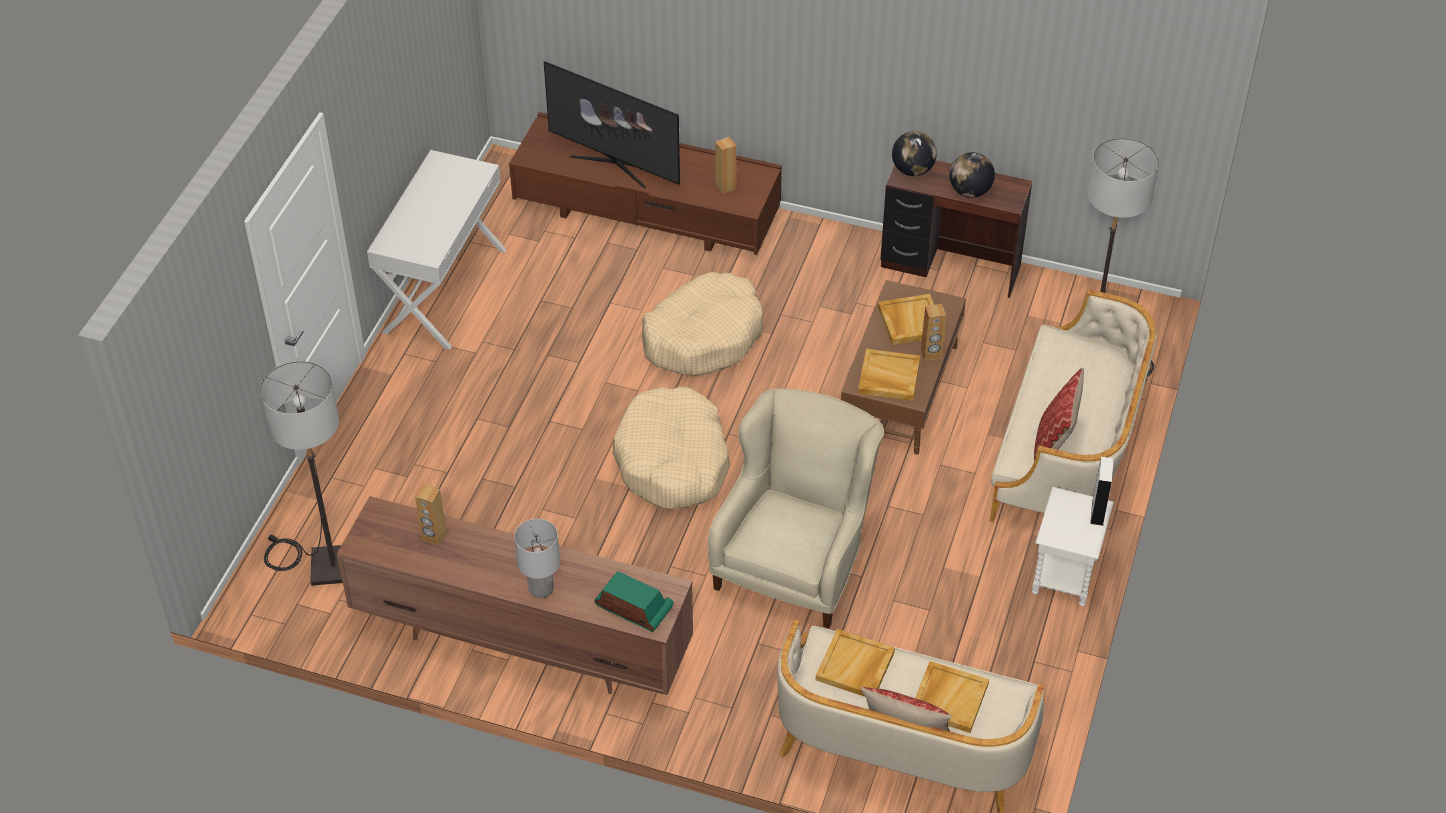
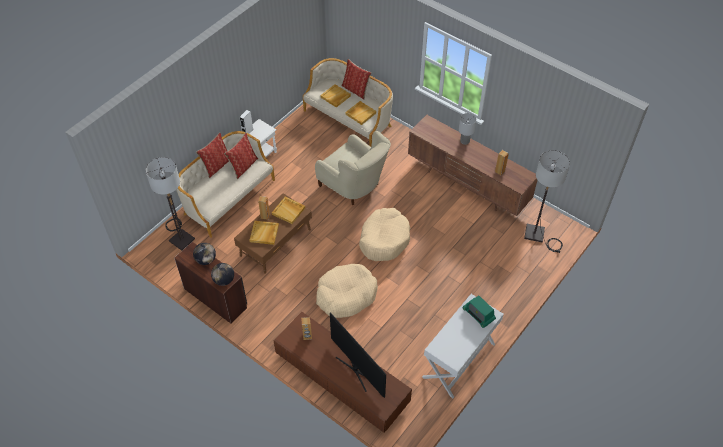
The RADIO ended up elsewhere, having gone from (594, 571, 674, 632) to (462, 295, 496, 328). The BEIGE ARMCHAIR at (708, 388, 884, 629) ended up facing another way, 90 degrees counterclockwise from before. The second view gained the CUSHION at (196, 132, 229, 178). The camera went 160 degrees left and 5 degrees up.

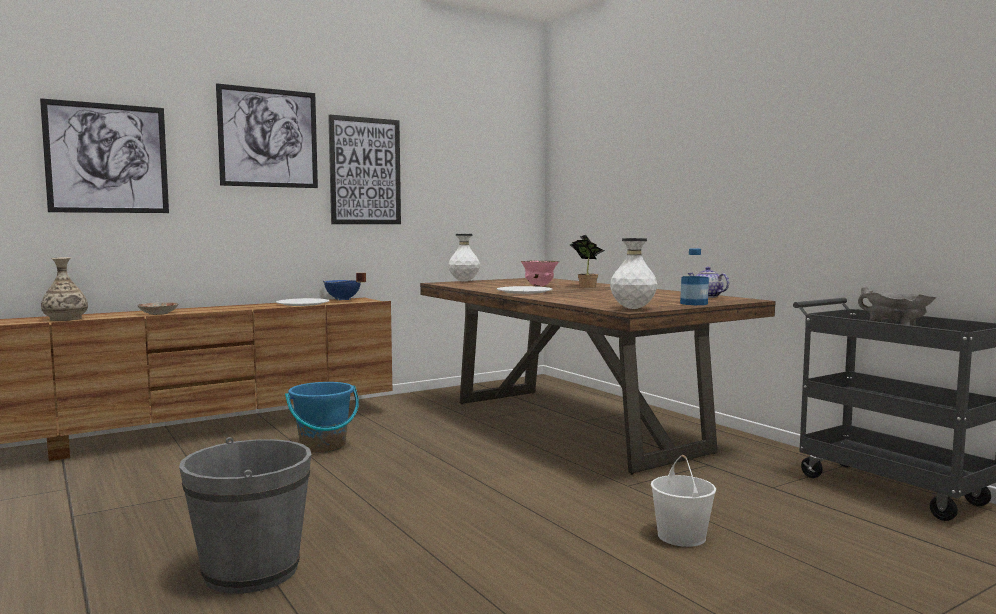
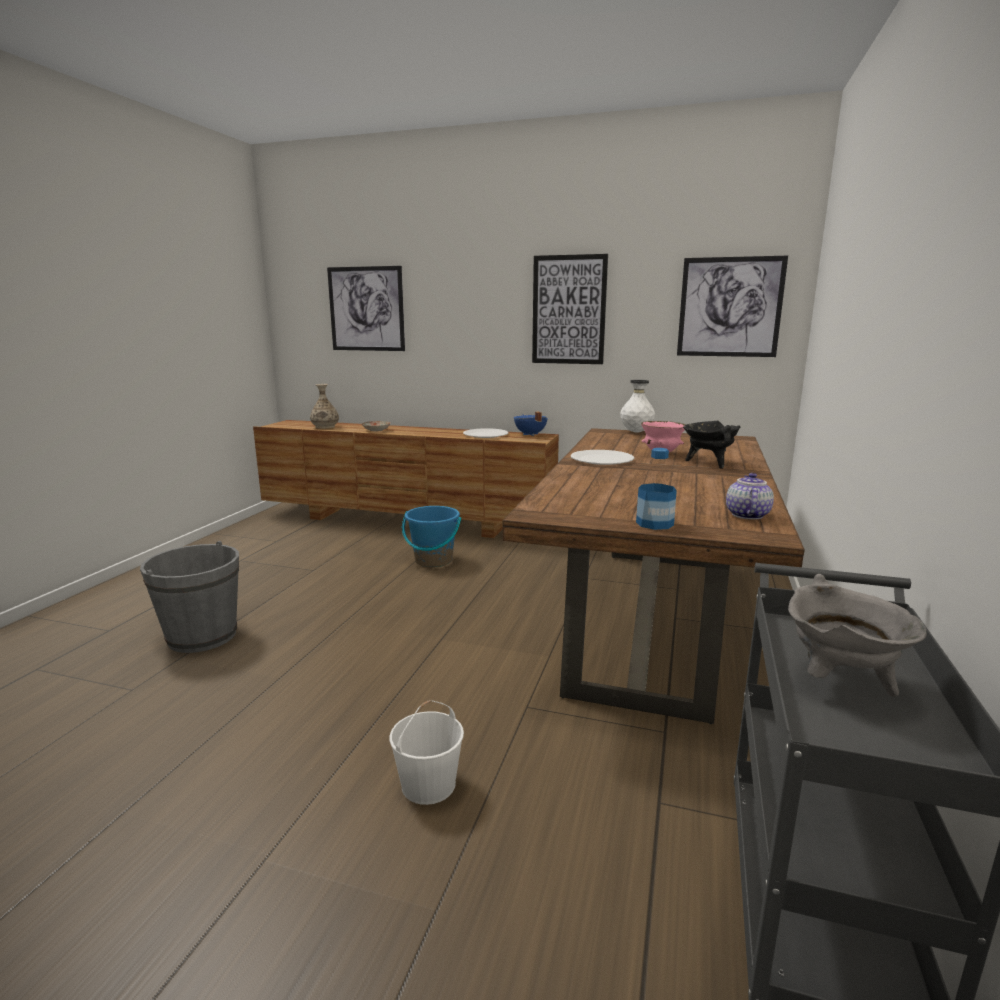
The WALL ART ended up elsewhere, having gone from (216, 83, 318, 188) to (677, 256, 788, 357). Where the PLANT IN A POT stood at (570, 235, 605, 288), the BLACKISH COOKING POT came to stand at (683, 421, 740, 469). The second view lost the WHITISH DECORATIVE VASE at (610, 238, 657, 309). The camera went 50 degrees right and 10 degrees up.

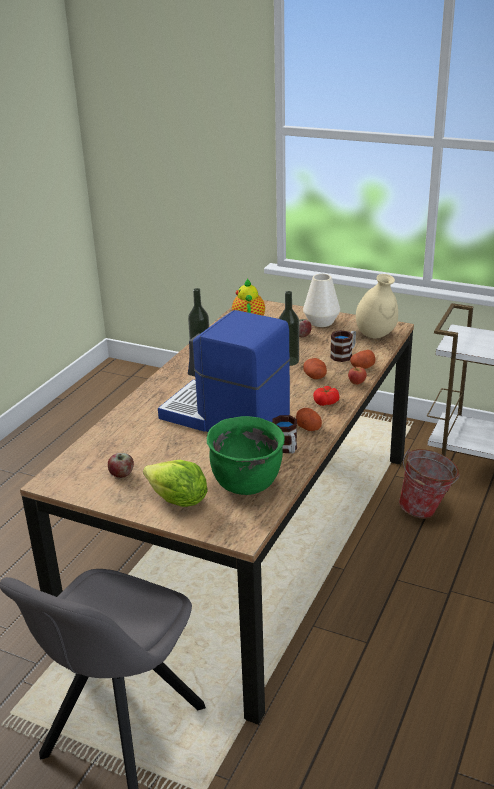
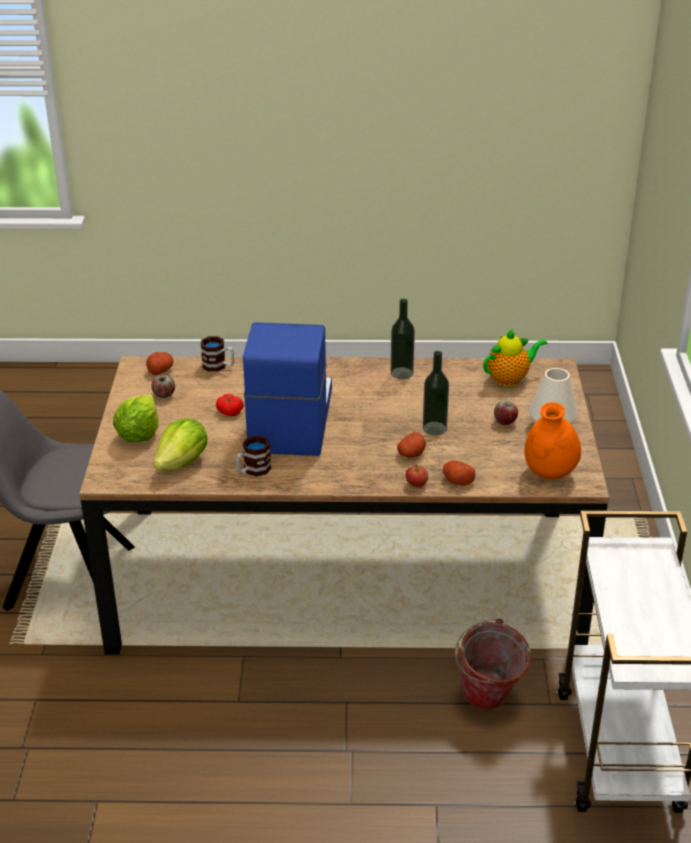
Where the GREENISH COOKING POT stood at (207, 416, 285, 495), the LETTUCE HEAD came to stand at (154, 418, 207, 471). The SPUD ended up elsewhere, having gone from (296, 408, 322, 431) to (146, 352, 174, 375). The WHOLE TOMATO ended up elsewhere, having gone from (313, 386, 339, 406) to (216, 394, 243, 416). The TEA MUG ended up elsewhere, having gone from (330, 330, 356, 362) to (201, 336, 234, 372). What was the BEIGE DECORATIVE VASE at (356, 274, 398, 339) turned into the ORANGEY DECORATIVE VASE at (524, 402, 581, 480). The camera went 65 degrees right and 5 degrees up.

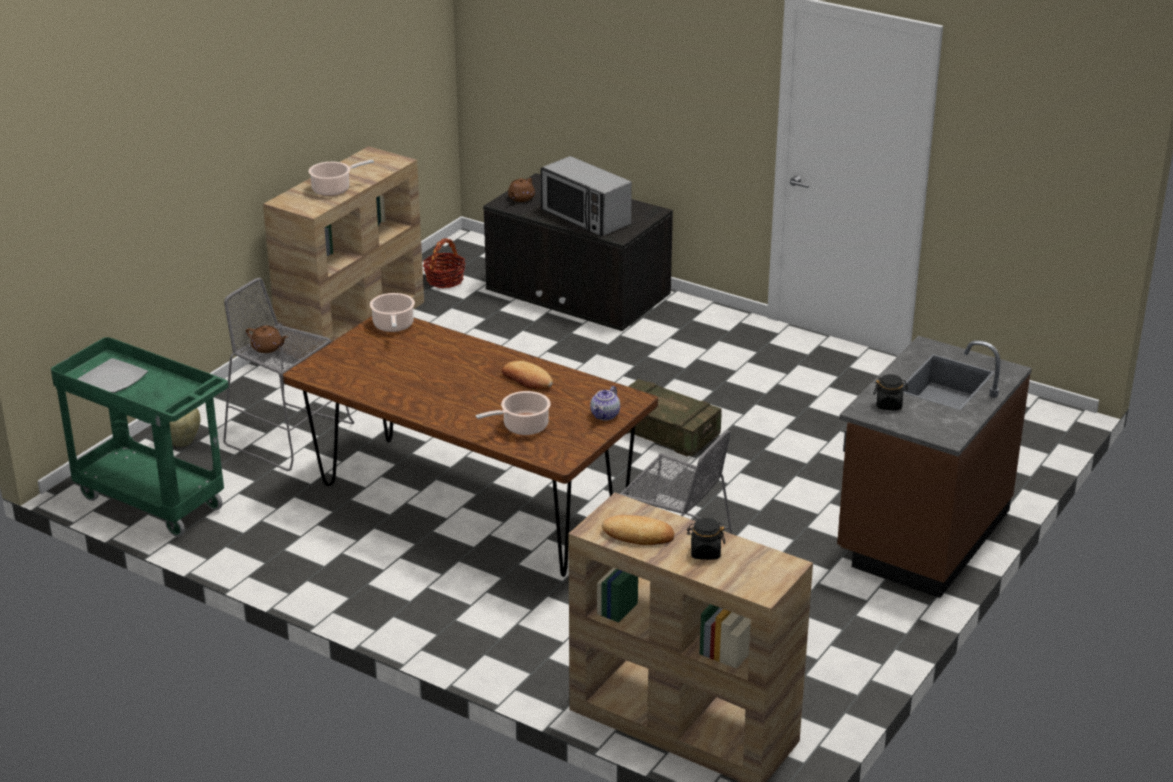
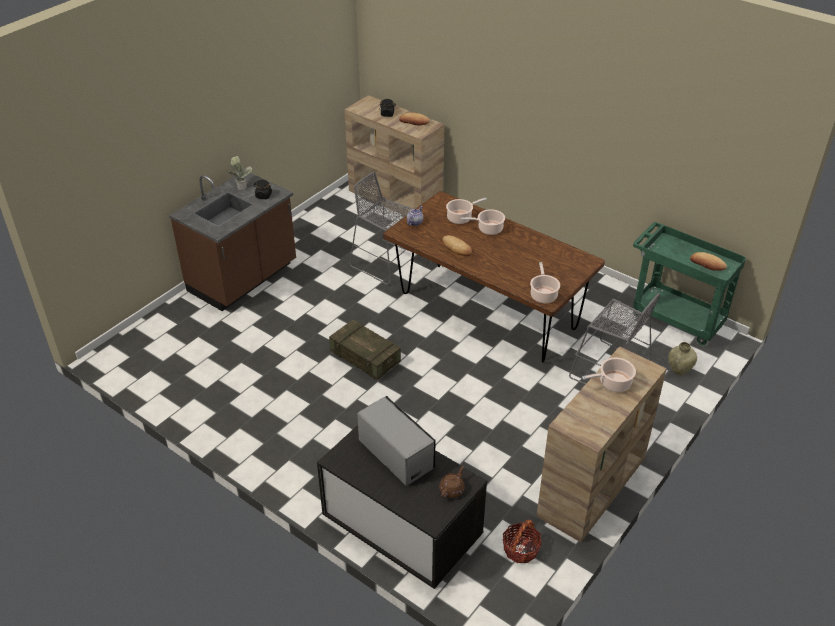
Where the PLATE stood at (77, 358, 148, 393), the BREAD came to stand at (690, 252, 727, 271). The second view lost the BROWN-COLOURED POT FOR TEA at (246, 326, 288, 353). The second view gained the PLANT IN A POT at (226, 156, 252, 190). The second view gained the COOKING POT at (461, 209, 505, 235). The camera went 175 degrees left and 10 degrees up.

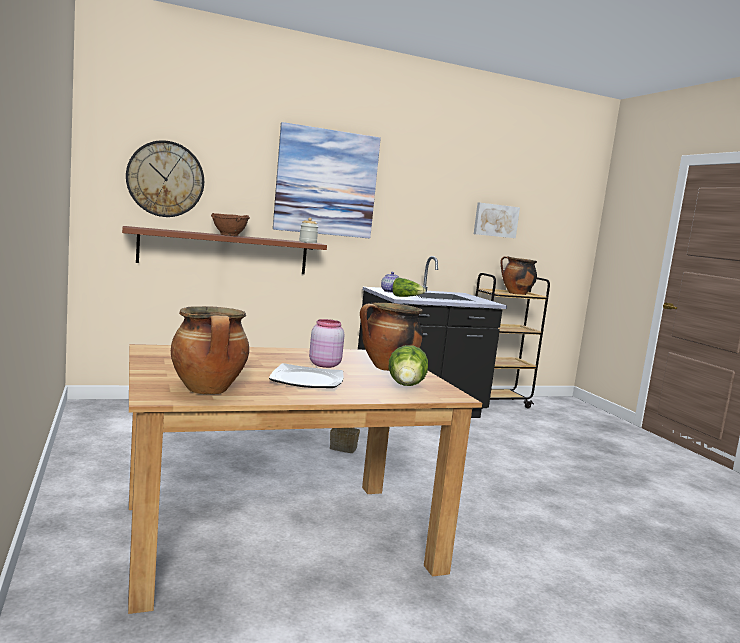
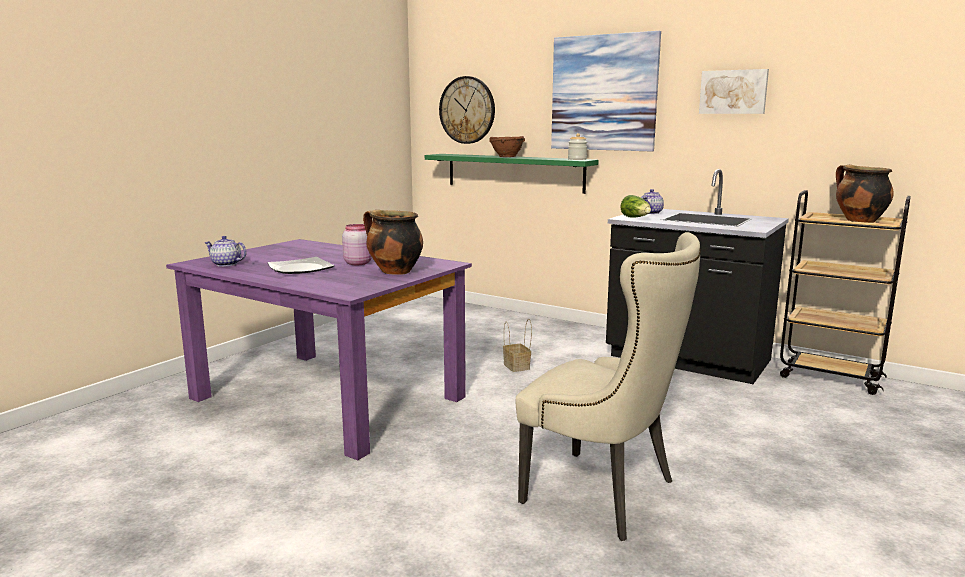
What was the BROWN-COLOURED WALL SHELF at (122, 226, 327, 274) turned into the GREENISH WALL SHELF at (425, 154, 598, 194). What was the BROWN-COLOURED DINING TABLE at (128, 344, 482, 614) turned into the PURPLISH DINING TABLE at (166, 239, 472, 460). Where the COOKING POT stood at (171, 306, 249, 394), the POT FOR TEA came to stand at (204, 236, 247, 267). The second view lost the LETTUCE HEAD at (389, 345, 428, 386). The WALL ART ended up elsewhere, having gone from (474, 203, 520, 238) to (699, 69, 769, 114). The second view gained the BEIGE PLAIN CHAIR at (516, 232, 701, 541). The camera went 55 degrees right and 5 degrees up.

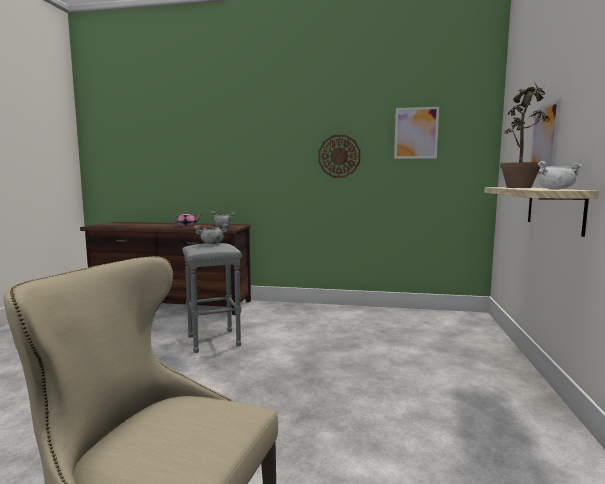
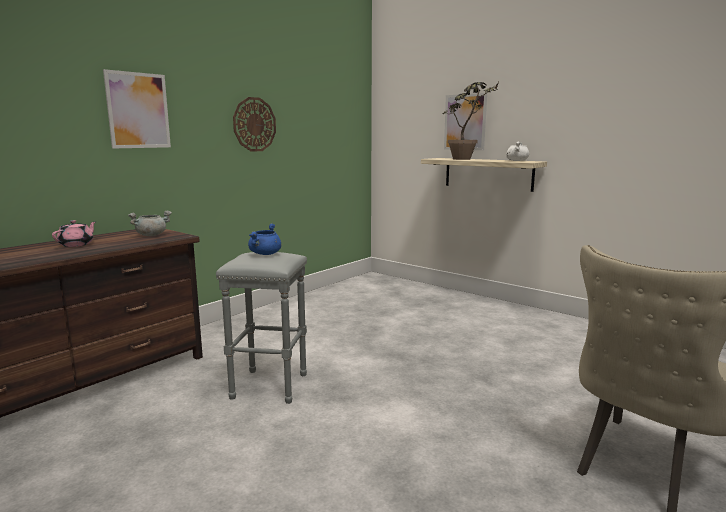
What was the GREYISH COOKING POT at (194, 223, 228, 244) turned into the BLUE COOKING POT at (248, 224, 281, 255). The WALL ART ended up elsewhere, having gone from (394, 107, 439, 159) to (103, 69, 171, 149). The camera went 60 degrees left and 5 degrees up.

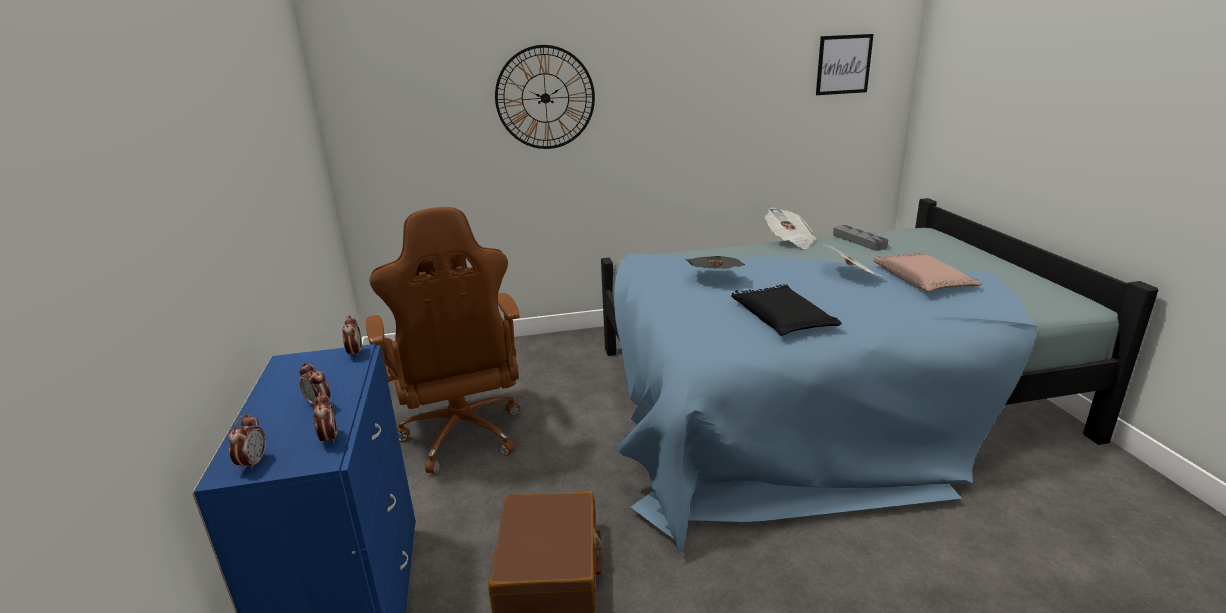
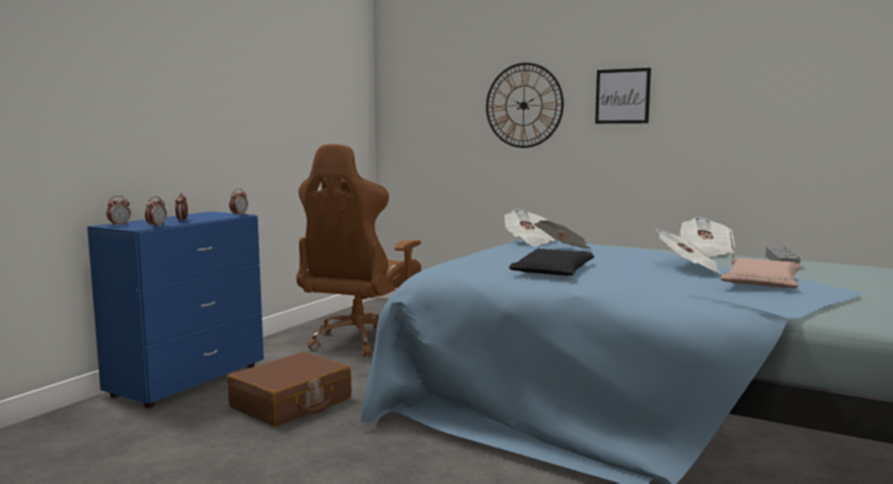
The WALL ART ended up elsewhere, having gone from (816, 34, 874, 95) to (595, 68, 651, 124). The second view gained the PRINTED PAPER at (504, 209, 555, 246). The camera went 40 degrees right and 15 degrees down.

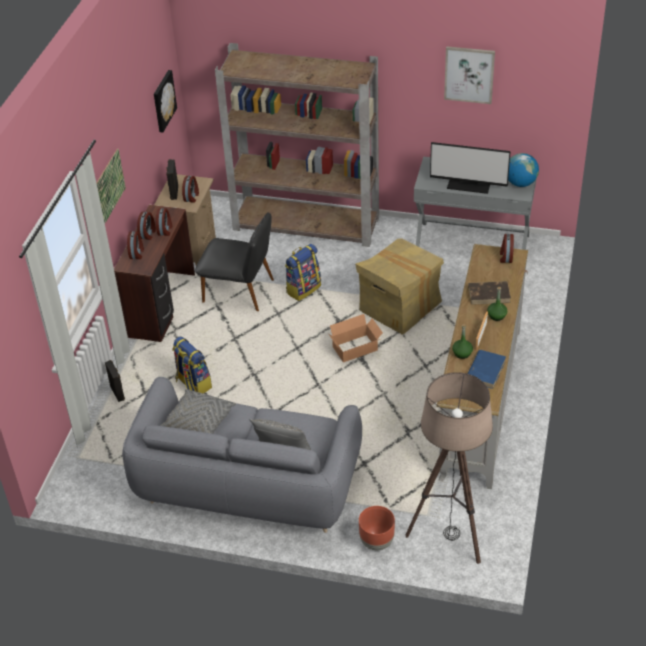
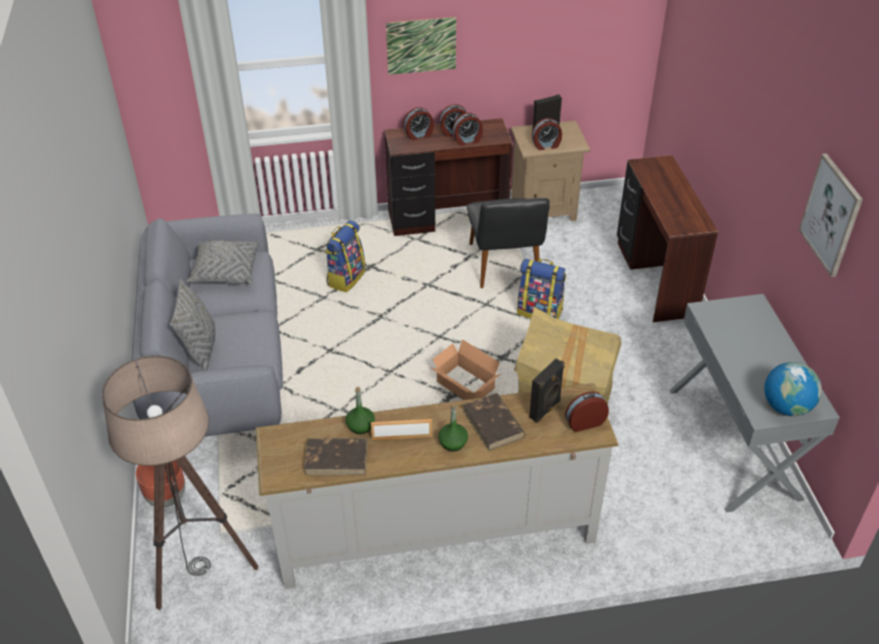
The BLACKISH LOUDSPEAKER ended up elsewhere, having gone from (105, 360, 125, 402) to (529, 359, 564, 423). The second view lost the WALL ART at (154, 70, 177, 133). Where the BROWN-COLOURED BOOKCASE stood at (215, 43, 379, 247), the BROWN-COLOURED DESK UNIT came to stand at (617, 155, 718, 322). The second view lost the COMPUTER SCREEN at (430, 142, 511, 194). What was the BLUE VOLUME at (468, 350, 506, 389) turned into the BROWN-COLOURED VOLUME at (304, 438, 368, 475). The camera went 65 degrees right and 0 degrees up.

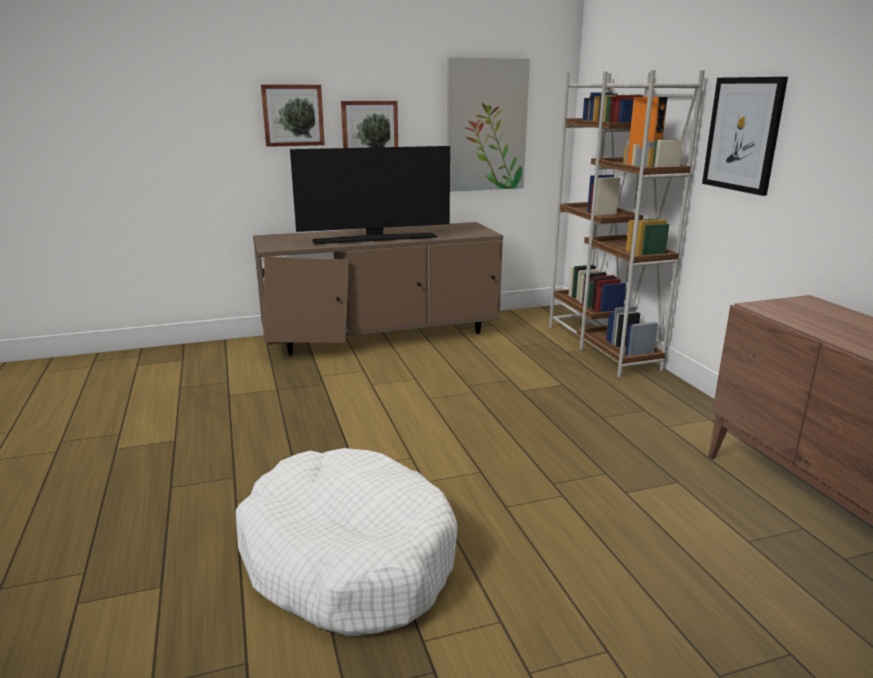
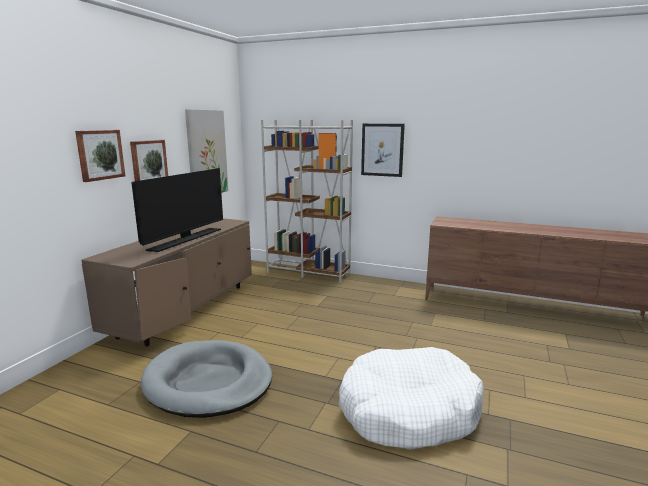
The second view gained the GREYISH PET BED at (141, 340, 272, 418). The camera went 50 degrees left and 5 degrees down.

